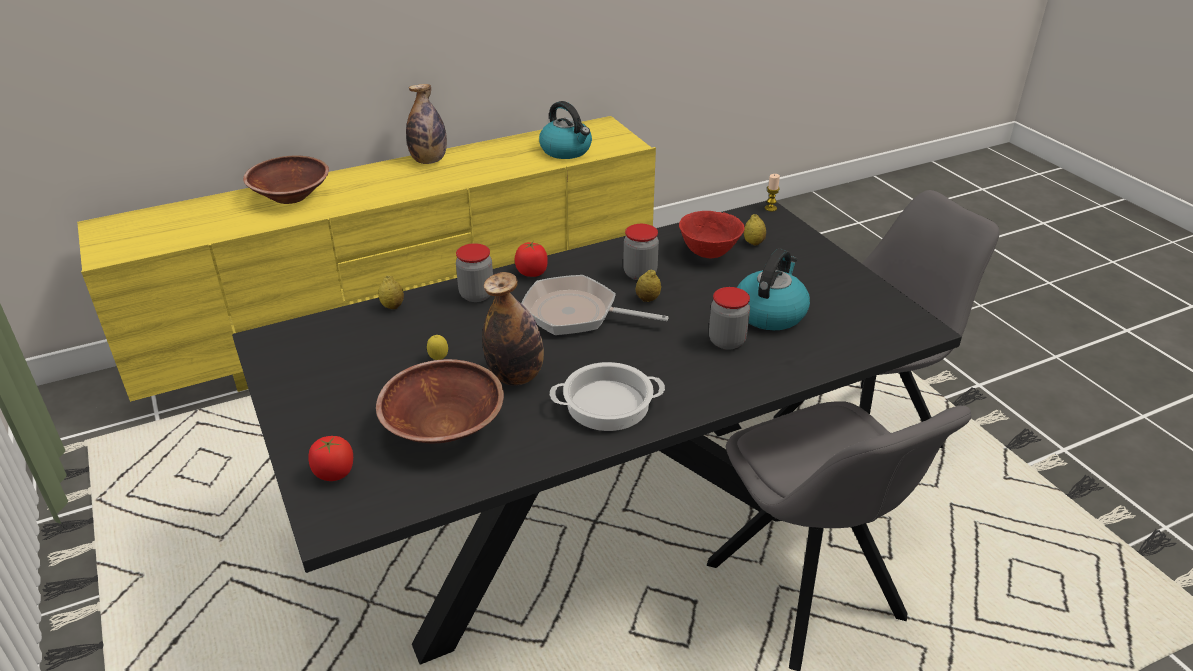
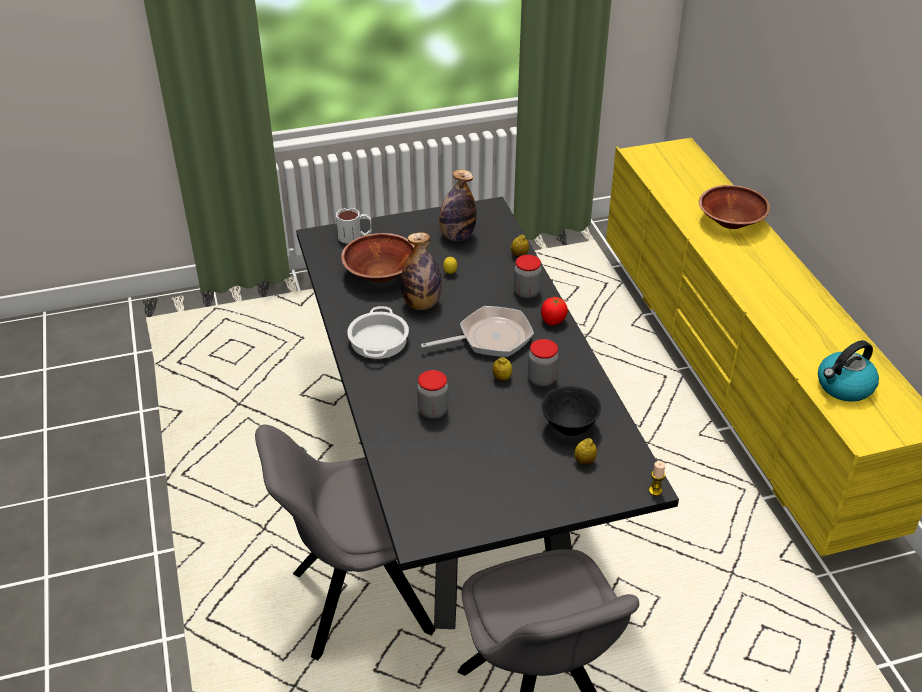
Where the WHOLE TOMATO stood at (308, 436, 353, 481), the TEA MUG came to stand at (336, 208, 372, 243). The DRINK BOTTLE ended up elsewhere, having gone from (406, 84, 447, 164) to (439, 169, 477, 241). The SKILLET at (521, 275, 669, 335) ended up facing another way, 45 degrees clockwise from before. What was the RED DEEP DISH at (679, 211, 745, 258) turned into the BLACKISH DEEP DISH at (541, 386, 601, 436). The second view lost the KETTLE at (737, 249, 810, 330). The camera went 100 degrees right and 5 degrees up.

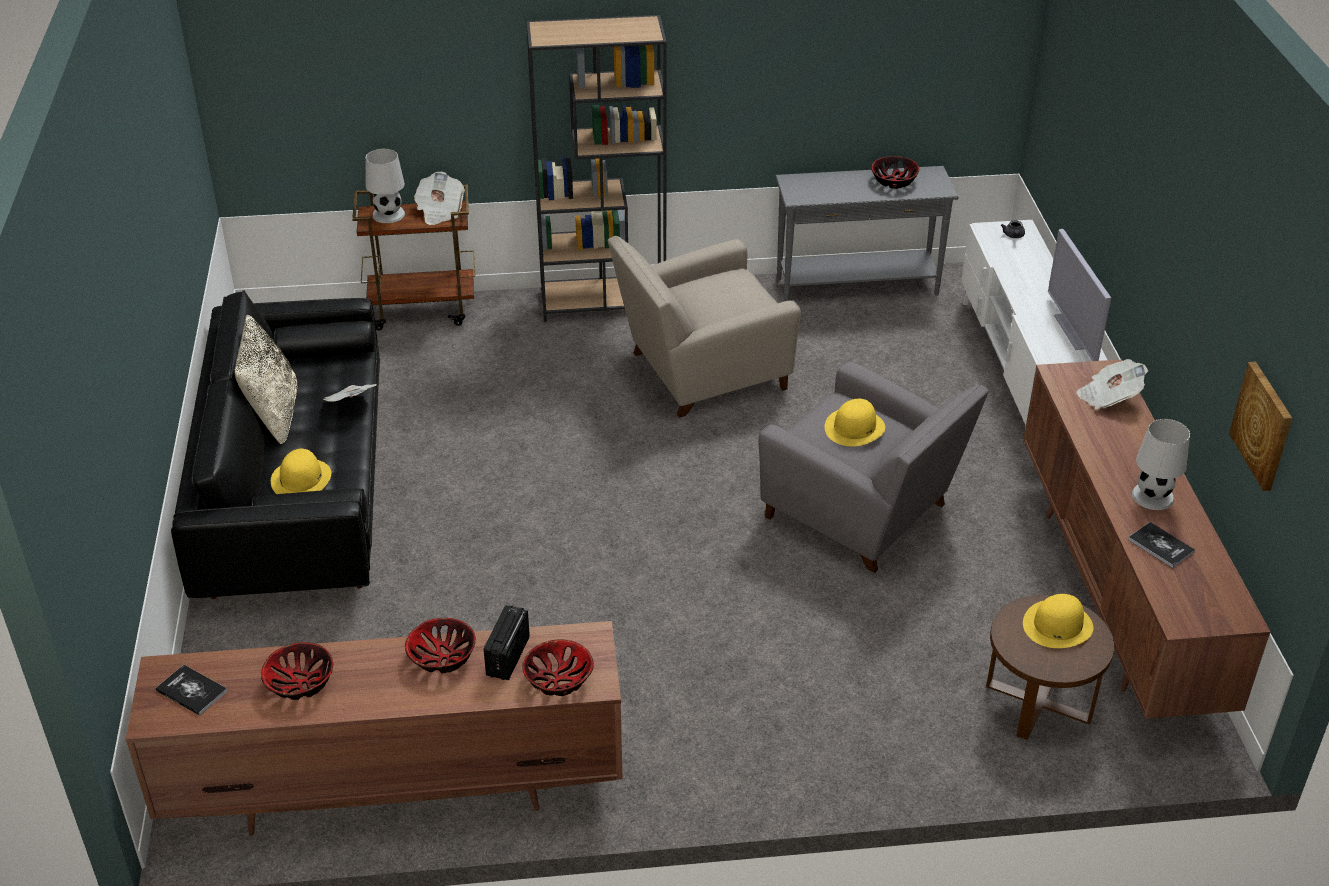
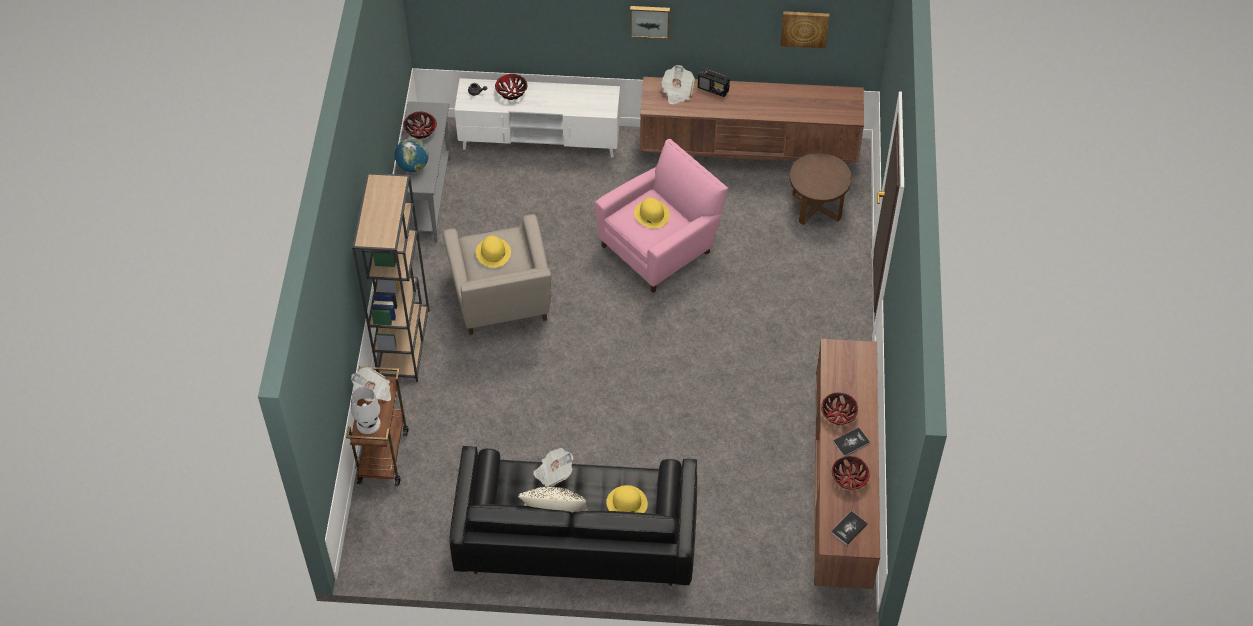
The RADIO ended up elsewhere, having gone from (484, 605, 530, 680) to (698, 68, 730, 97). The DEEP DISH ended up elsewhere, having gone from (522, 639, 594, 696) to (495, 74, 527, 100). What was the GREYISH ARMCHAIR at (758, 361, 989, 573) turned into the PINKISH ARMCHAIR at (594, 139, 728, 293). The YELLOW-COLOURED HAT ended up elsewhere, having gone from (1023, 594, 1093, 648) to (476, 236, 511, 268). The second view lost the TV SET at (1048, 229, 1111, 361). The VOLUME ended up elsewhere, having gone from (1128, 522, 1195, 568) to (833, 428, 870, 457). The second view lost the WHITISH TABLETOP LAMP at (1132, 419, 1190, 510). The second view gained the DESK GLOBE at (395, 138, 429, 172). The second view gained the WALL ART at (630, 6, 670, 39). The camera went 80 degrees left and 15 degrees up.

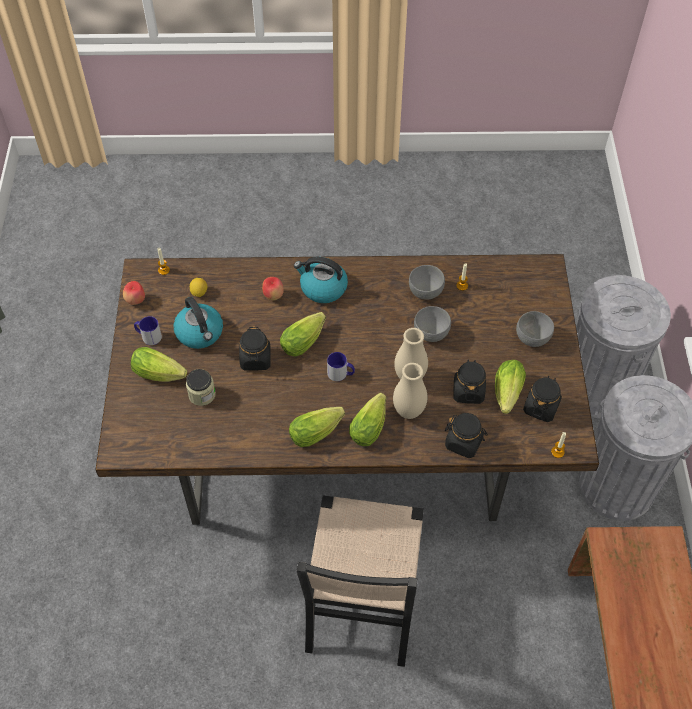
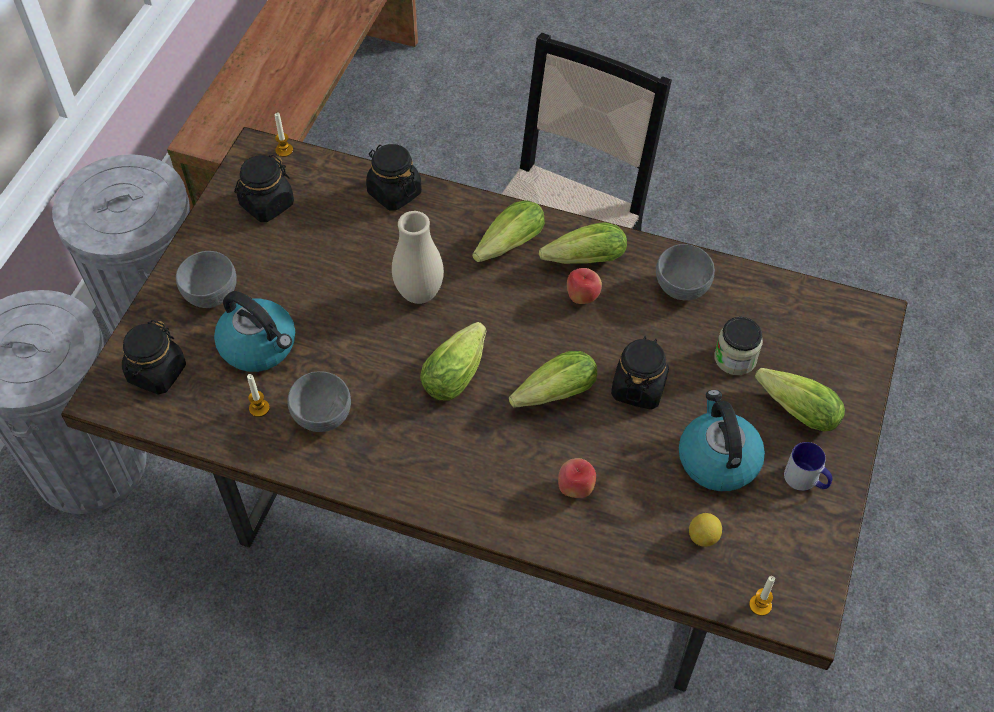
The WHOLE APPLE ended up elsewhere, having gone from (123, 281, 145, 305) to (567, 268, 602, 304). The KETTLE ended up elsewhere, having gone from (294, 257, 348, 303) to (214, 291, 295, 372). The second view lost the TEA MUG at (327, 352, 355, 381). The second view lost the BEIGE DECORATIVE VASE at (393, 363, 428, 419). The GREYISH DEEP DISH ended up elsewhere, having gone from (414, 306, 451, 342) to (656, 244, 715, 301). The BLACKISH JAR ended up elsewhere, having gone from (454, 359, 486, 404) to (122, 320, 186, 394). The LETTUCE HEAD ended up elsewhere, having gone from (495, 360, 526, 414) to (420, 322, 486, 401). The camera went 160 degrees left and 0 degrees up.

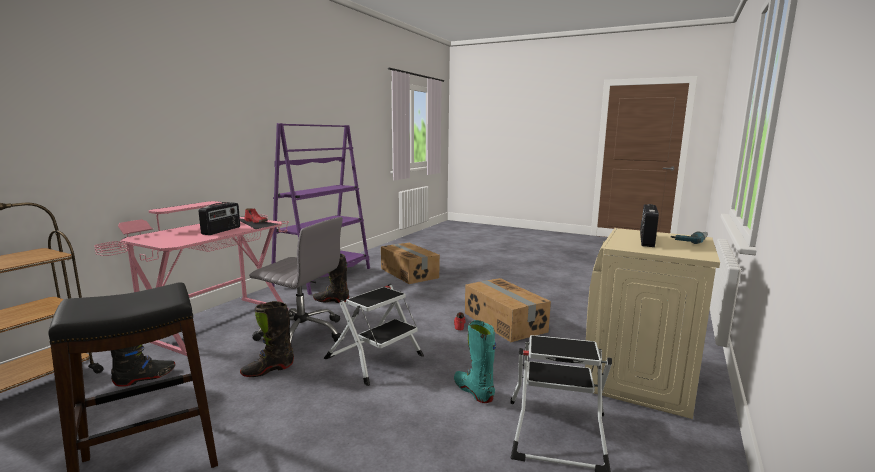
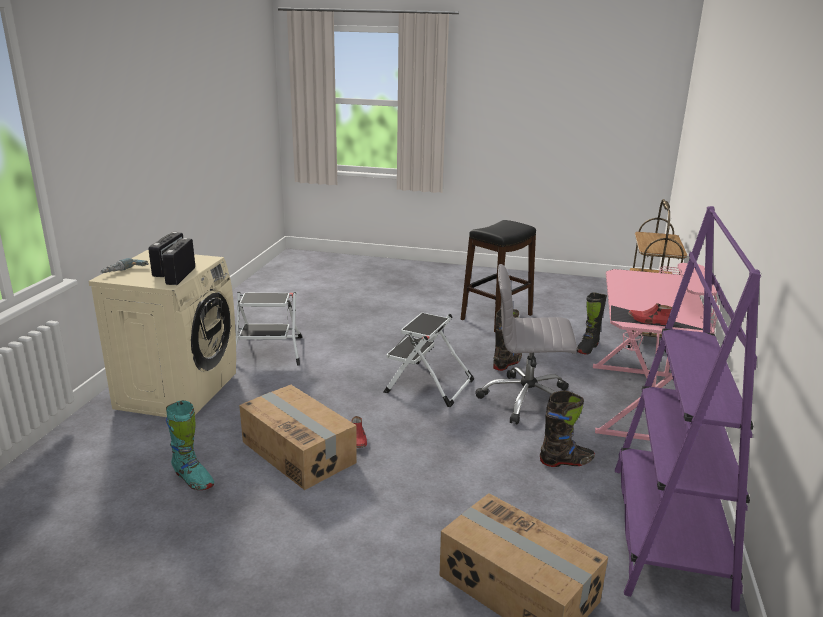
The RADIO ended up elsewhere, having gone from (199, 202, 240, 235) to (162, 238, 195, 285). The TURQUOISE HIGH-TOP BOOT ended up elsewhere, having gone from (454, 320, 496, 403) to (166, 400, 214, 490). The camera went 165 degrees right and 10 degrees up.

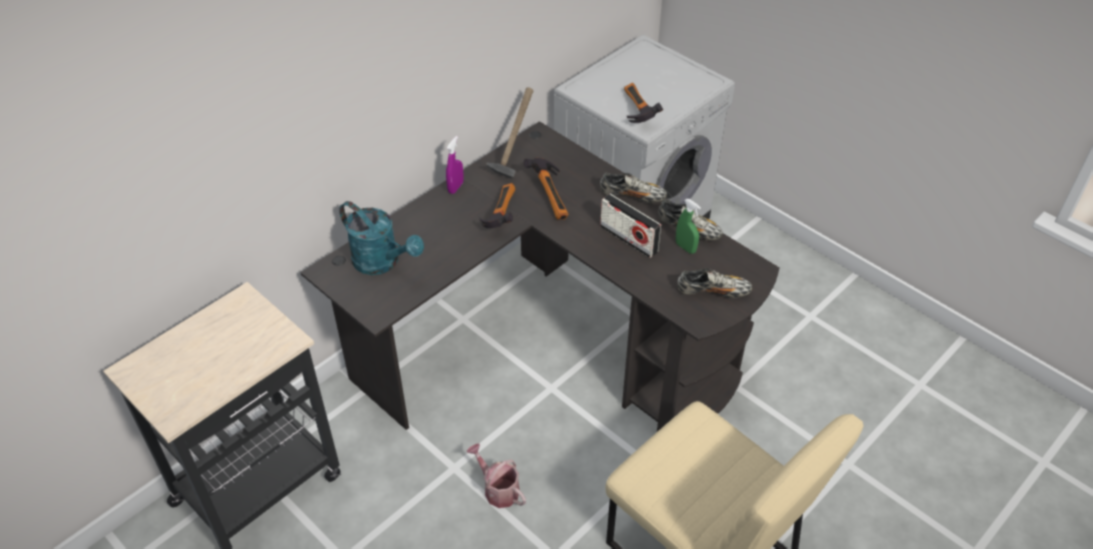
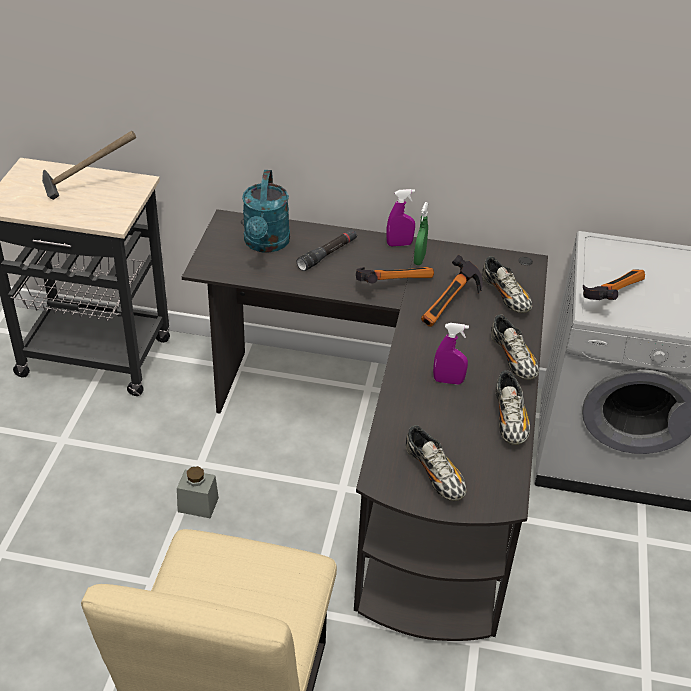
Where the SPRINKLING CAN stood at (467, 443, 526, 508), the GREYISH JAR came to stand at (177, 466, 219, 519). The HAND HAMMER ended up elsewhere, having gone from (486, 87, 533, 179) to (42, 131, 136, 200). Where the RADIO stood at (600, 194, 661, 258), the PURPLISH HAND SPRAYER came to stand at (433, 323, 469, 385). The GREENISH HAND SPRAYER ended up elsewhere, having gone from (676, 199, 701, 254) to (414, 202, 428, 265). The second view gained the BLACKISH TORCH at (297, 229, 357, 271). The second view gained the ITEM OF FOOTWEAR at (482, 256, 532, 313). The camera went 55 degrees right and 5 degrees down.

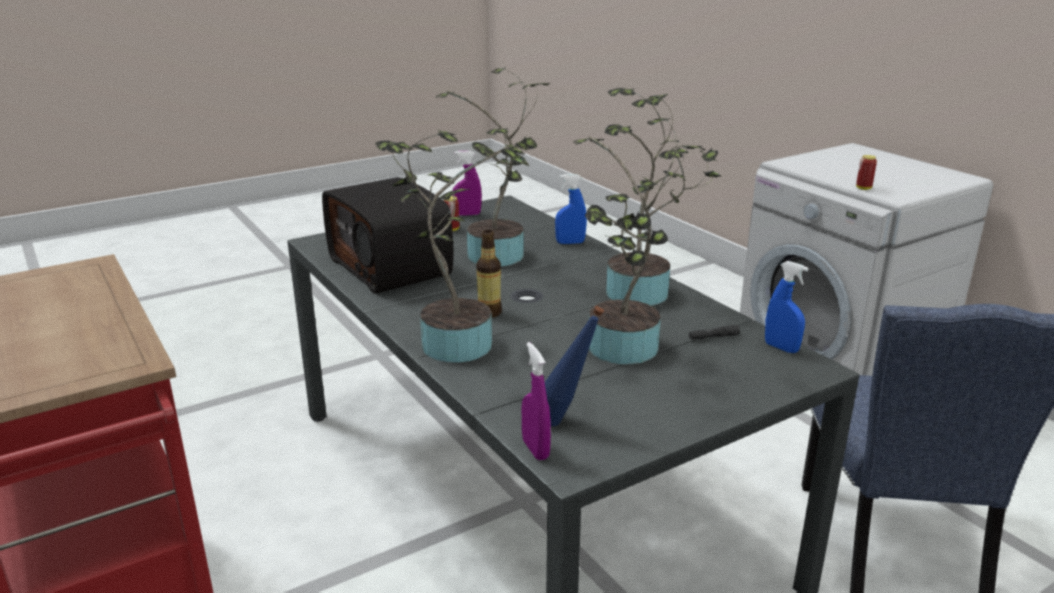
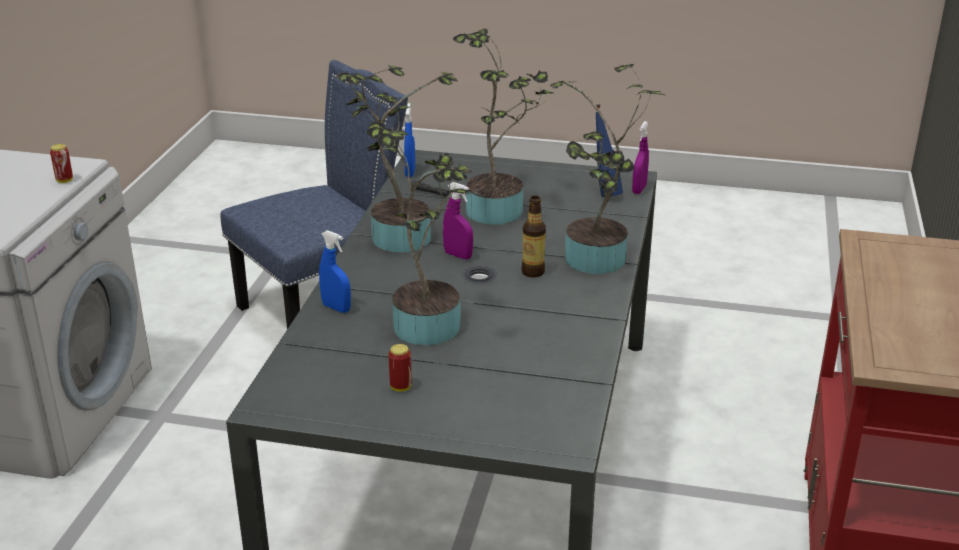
The second view lost the RADIO at (322, 177, 453, 294). The PURPLISH HAND SPRAYER ended up elsewhere, having gone from (452, 151, 482, 216) to (443, 182, 473, 259). The camera went 135 degrees left and 5 degrees up.

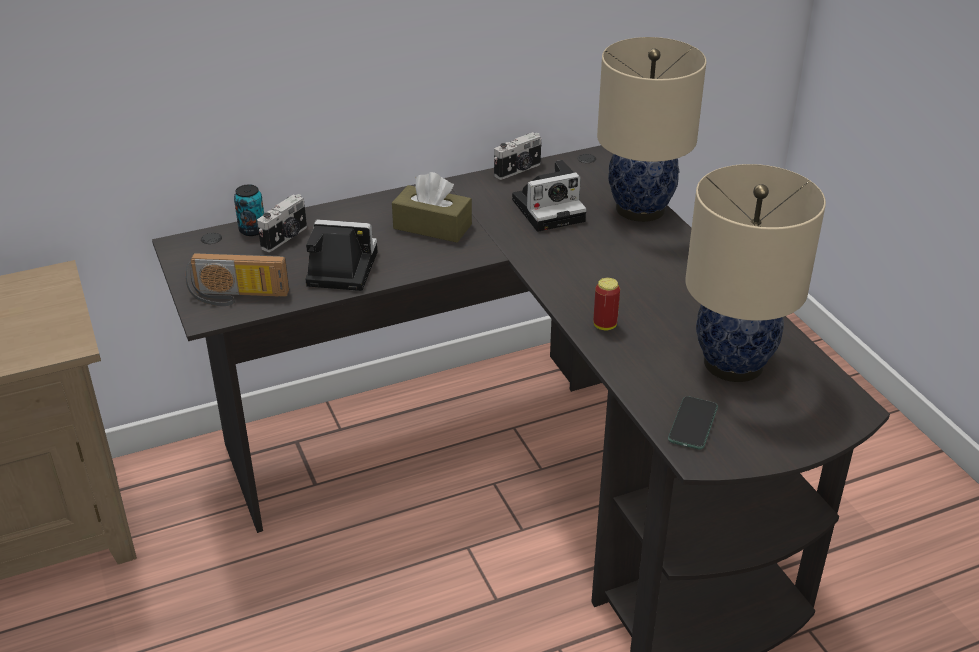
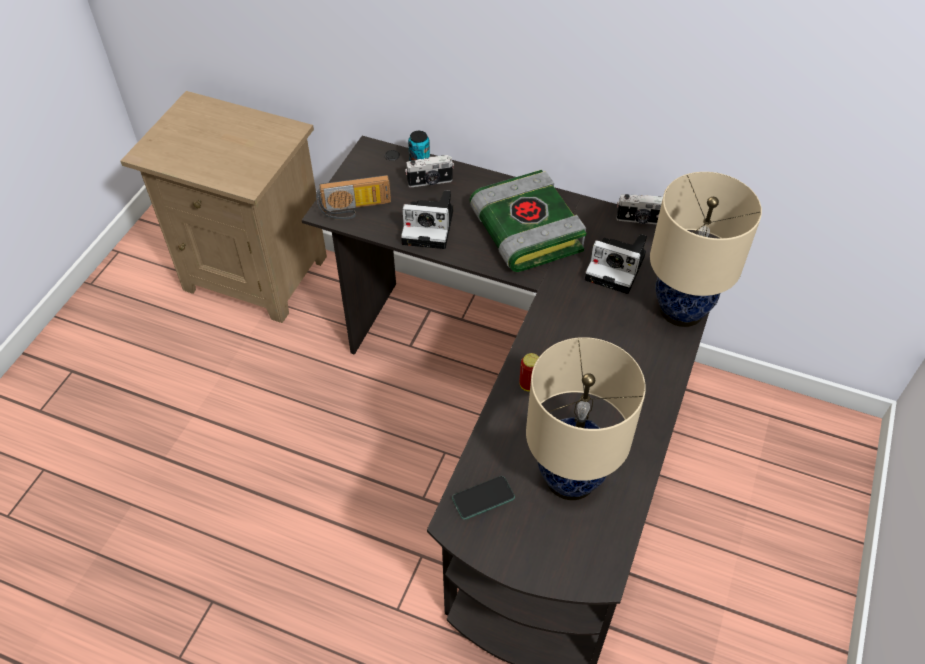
The RADIO at (185, 253, 289, 306) ended up facing another way, 60 degrees counterclockwise from before. The PHOTO CAMERA at (305, 219, 378, 291) ended up facing another way, 135 degrees clockwise from before. Where the BROWN-COLOURED BOX OF TISSUES stood at (392, 172, 472, 243), the VOLUME came to stand at (469, 170, 586, 272). The camera went 45 degrees right and 15 degrees up.

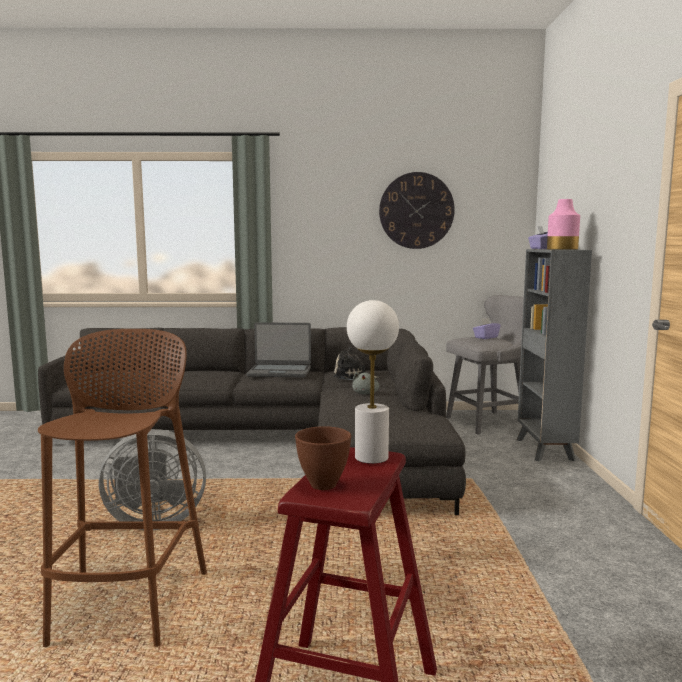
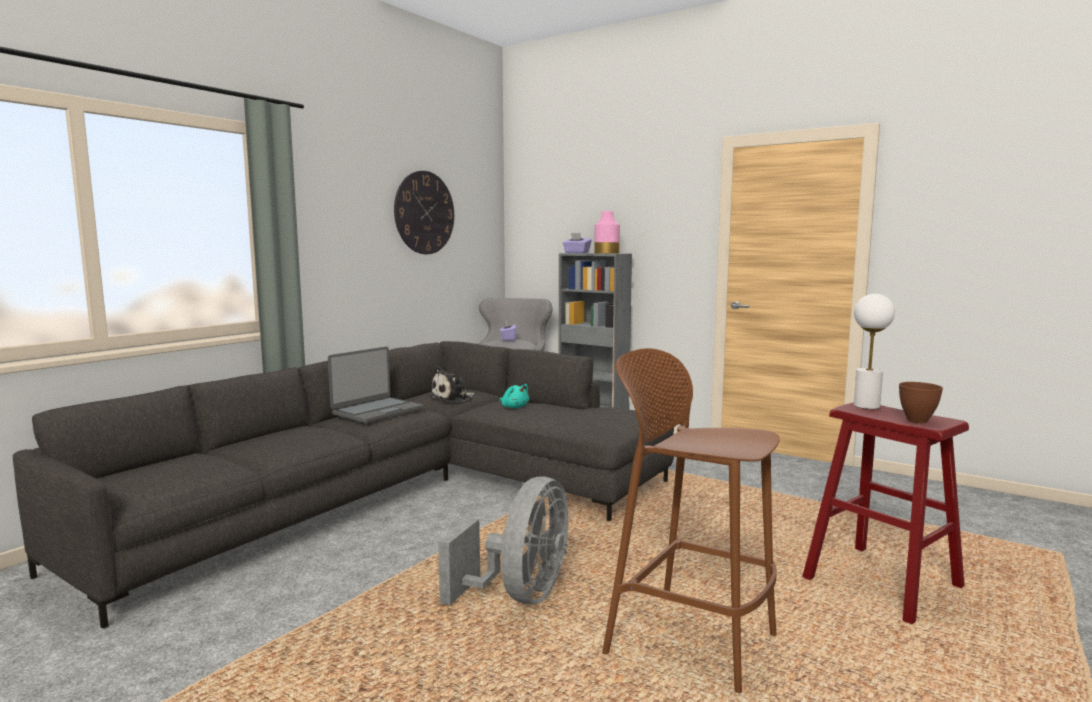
What was the GREYISH SOFT TOY at (352, 372, 379, 394) turned into the TURQUOISE SOFT TOY at (499, 384, 529, 408). The camera went 55 degrees left and 0 degrees up.

